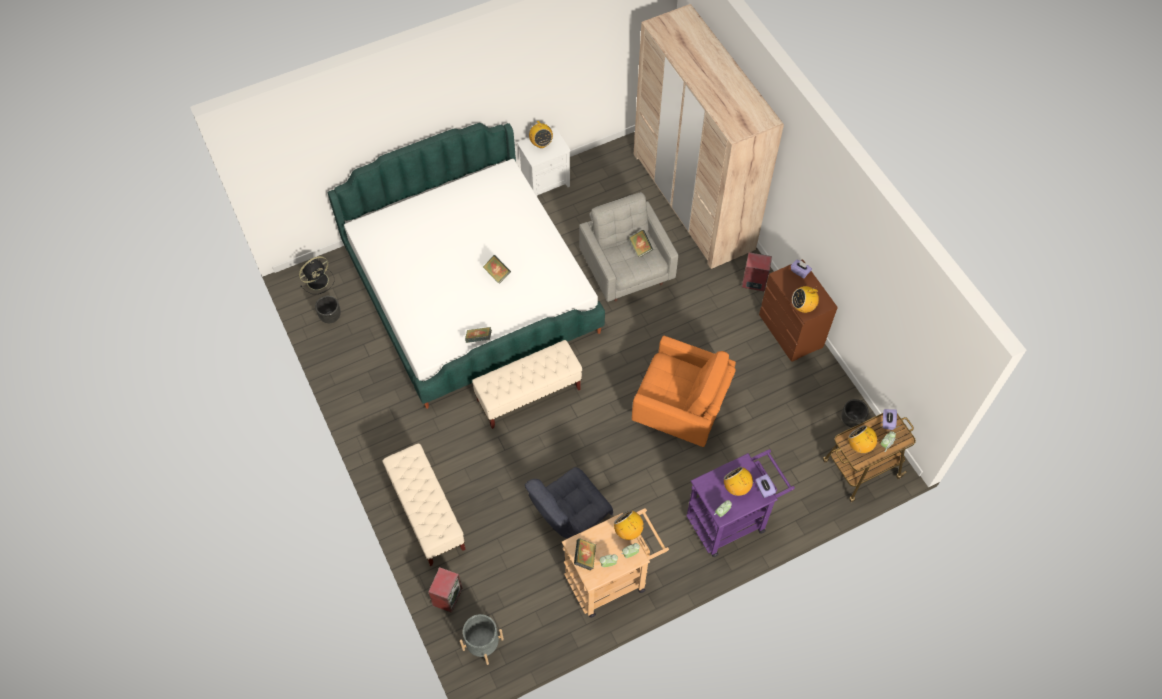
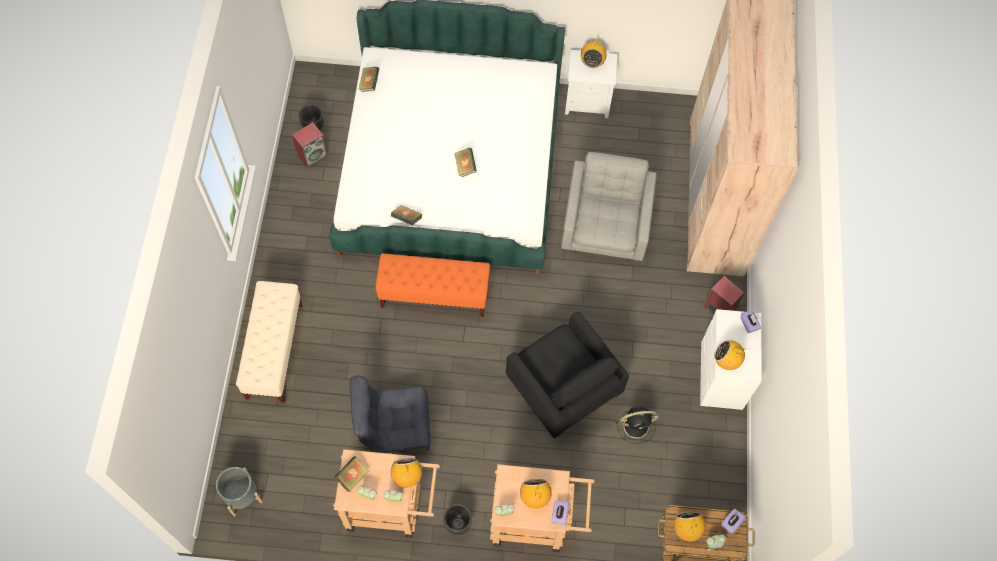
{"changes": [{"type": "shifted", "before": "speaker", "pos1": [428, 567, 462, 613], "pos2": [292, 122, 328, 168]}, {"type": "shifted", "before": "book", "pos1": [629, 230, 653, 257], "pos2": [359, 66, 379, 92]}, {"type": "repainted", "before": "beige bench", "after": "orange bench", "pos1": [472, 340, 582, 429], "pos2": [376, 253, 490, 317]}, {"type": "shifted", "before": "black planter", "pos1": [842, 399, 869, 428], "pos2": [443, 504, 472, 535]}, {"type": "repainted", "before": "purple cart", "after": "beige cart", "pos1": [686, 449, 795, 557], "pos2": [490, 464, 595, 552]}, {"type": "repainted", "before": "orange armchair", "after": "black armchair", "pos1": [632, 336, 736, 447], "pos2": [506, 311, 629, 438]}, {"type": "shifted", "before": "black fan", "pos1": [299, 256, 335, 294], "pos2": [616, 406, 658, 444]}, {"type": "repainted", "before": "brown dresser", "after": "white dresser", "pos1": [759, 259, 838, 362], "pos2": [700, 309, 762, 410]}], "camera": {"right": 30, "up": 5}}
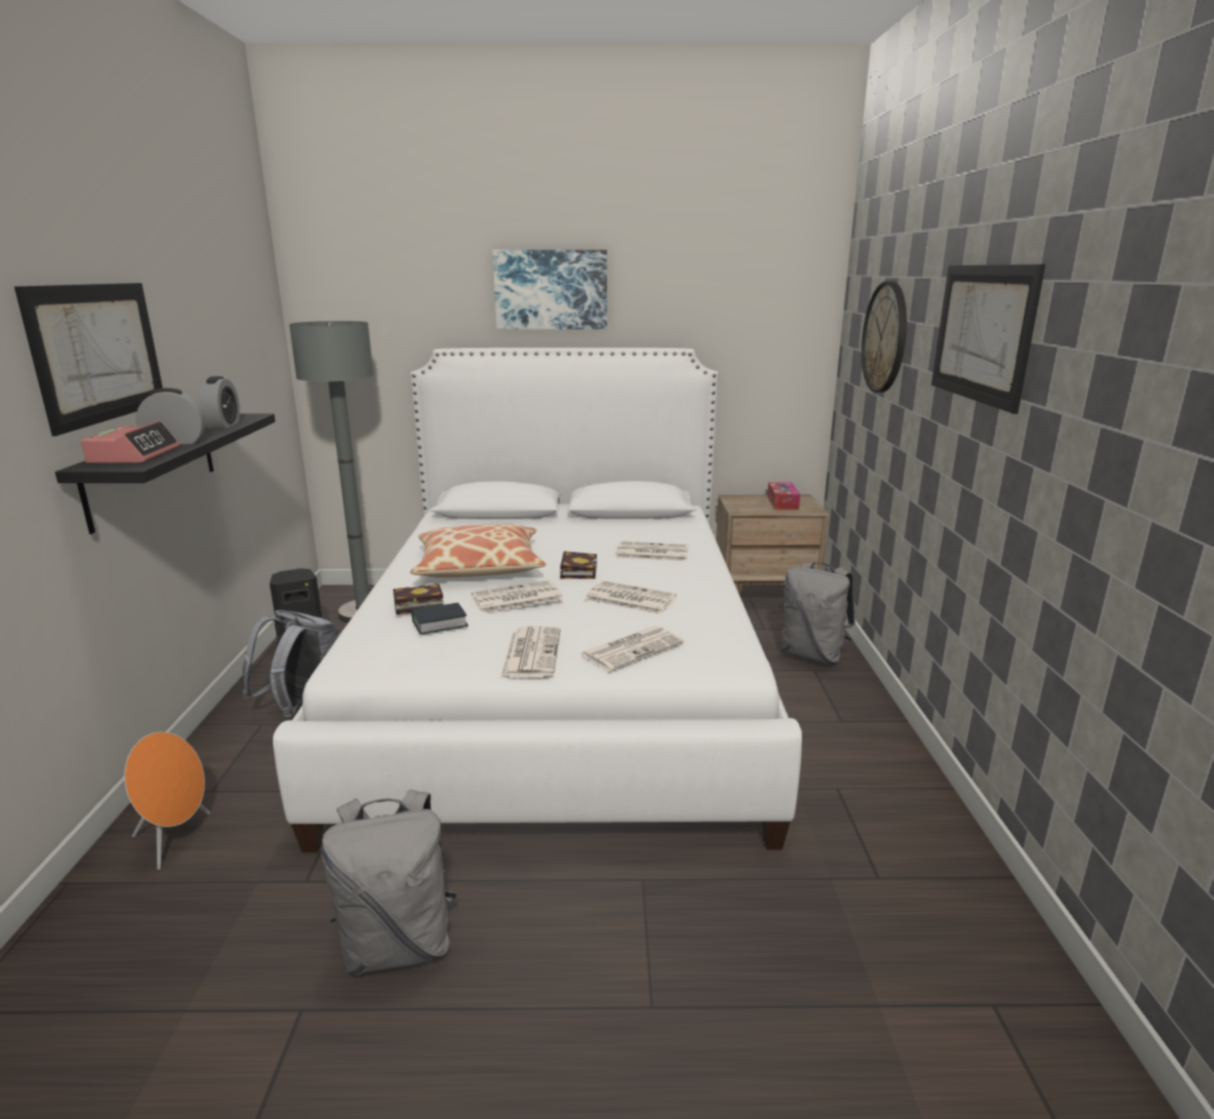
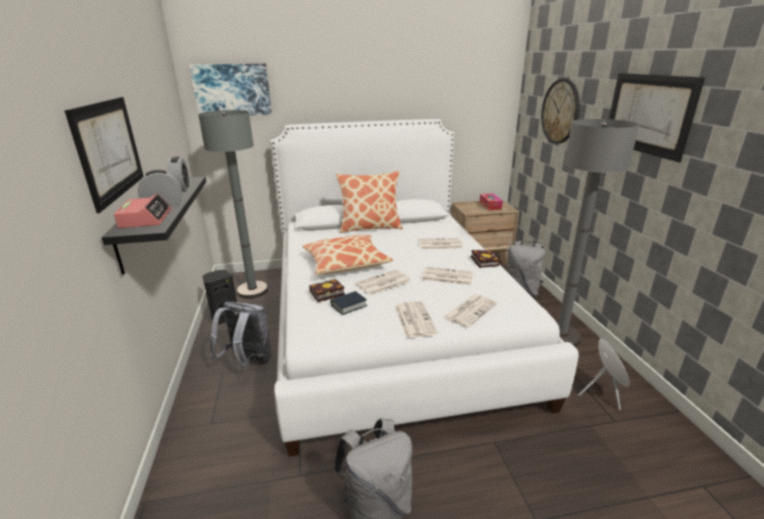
{"changes": [{"type": "shifted", "before": "picture", "pos1": [493, 250, 607, 329], "pos2": [189, 64, 272, 115]}, {"type": "new", "after": "pillow", "pos2": [336, 171, 403, 233]}, {"type": "shifted", "before": "book", "pos1": [560, 551, 597, 579], "pos2": [471, 250, 500, 268]}, {"type": "new", "after": "grey floor lamp", "pos2": [557, 119, 639, 347]}, {"type": "shifted", "before": "orange speaker", "pos1": [124, 732, 210, 870], "pos2": [578, 338, 630, 410]}], "camera": {"right": -10, "up": 5}}
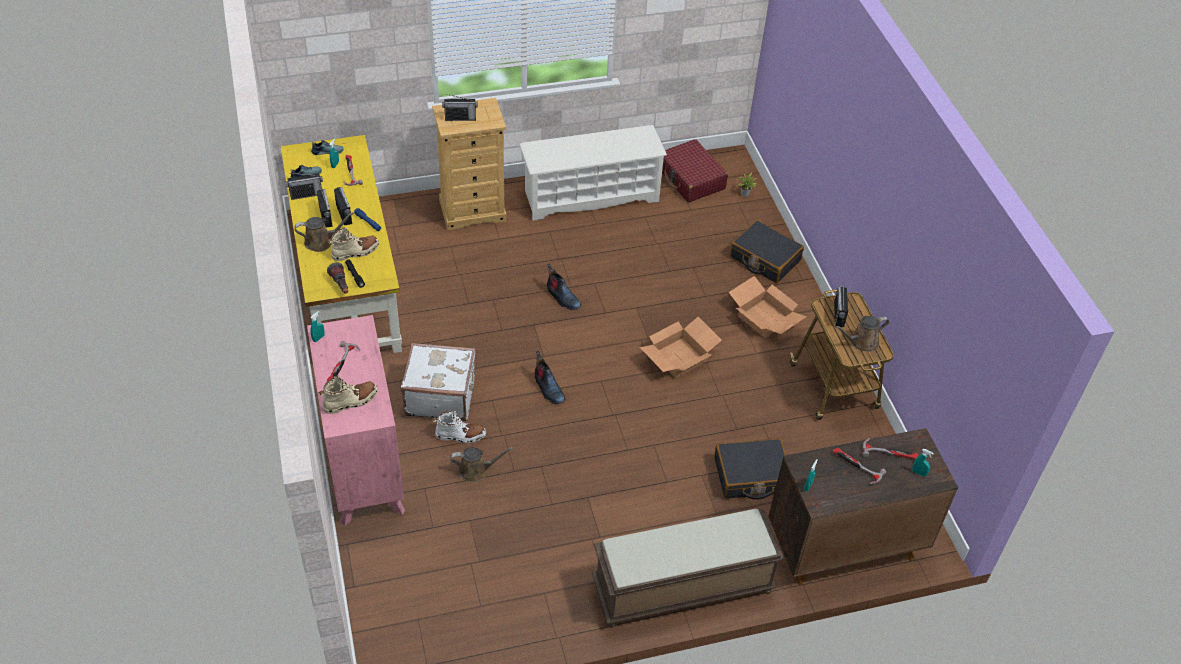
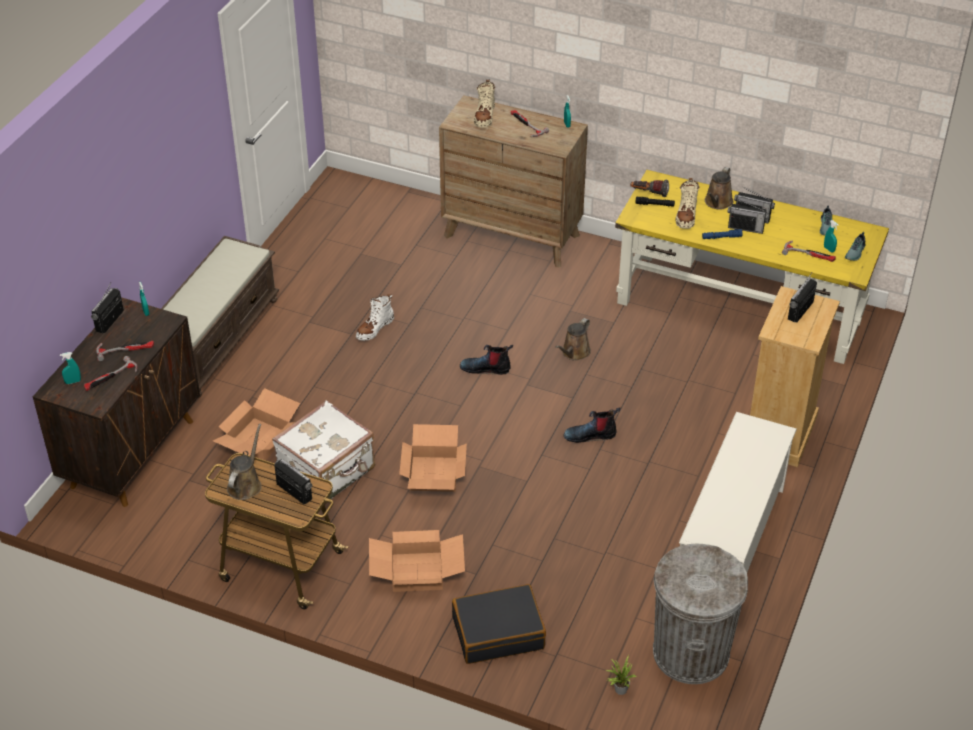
{"changes": [{"type": "shifted", "before": "radio", "pos1": [286, 173, 323, 200], "pos2": [91, 282, 124, 333]}, {"type": "swapped", "before": "black suitcase", "after": "cardboard box", "pos1": [714, 438, 786, 500], "pos2": [213, 388, 300, 460]}, {"type": "shifted", "before": "white suitcase", "pos1": [401, 343, 476, 421], "pos2": [272, 400, 375, 505]}, {"type": "shifted", "before": "white boot", "pos1": [433, 410, 486, 443], "pos2": [356, 294, 394, 341]}, {"type": "repainted", "before": "pink dresser", "after": "brown dresser", "pos1": [307, 315, 405, 526], "pos2": [439, 95, 588, 267]}, {"type": "shifted", "before": "brown watering can", "pos1": [450, 447, 513, 483], "pos2": [555, 318, 591, 361]}, {"type": "swapped", "before": "red suitcase", "after": "grey trash can", "pos1": [662, 139, 728, 202], "pos2": [653, 544, 748, 684]}], "camera": {"right": 130, "up": -5}}
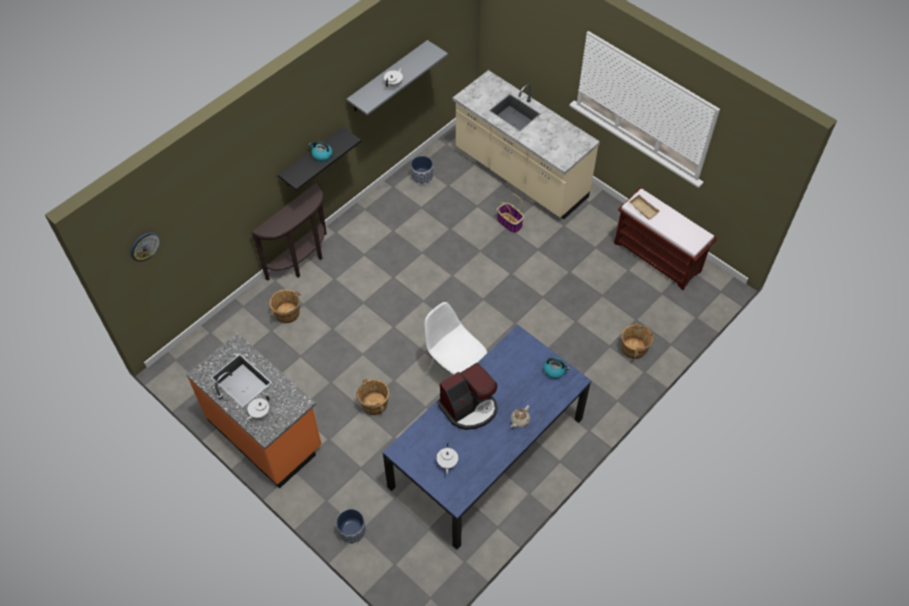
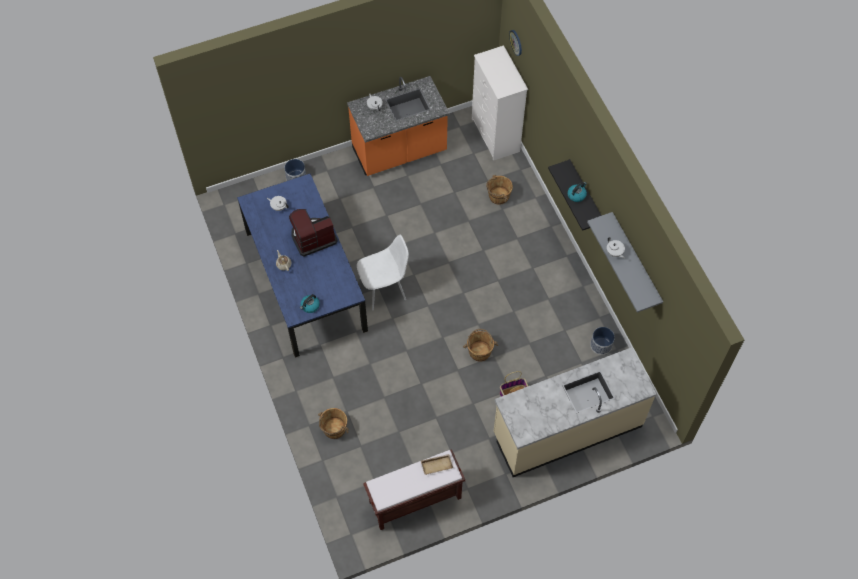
{"changes": [{"type": "rotated", "before": "coffee machine", "pos1": [438, 363, 498, 430], "pos2": [289, 209, 338, 257], "turn": 75}, {"type": "shifted", "before": "brown bucket", "pos1": [356, 379, 389, 415], "pos2": [463, 329, 498, 361]}, {"type": "new", "after": "white dresser", "pos2": [472, 45, 528, 161]}, {"type": "gone", "before": "brown console table", "pos1": [251, 182, 327, 281]}], "camera": {"right": 115, "up": 5}}
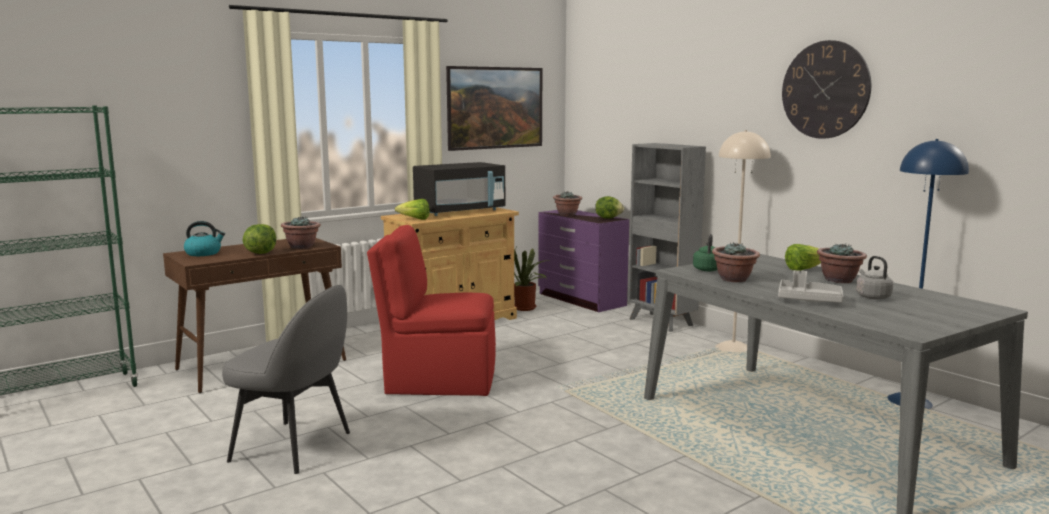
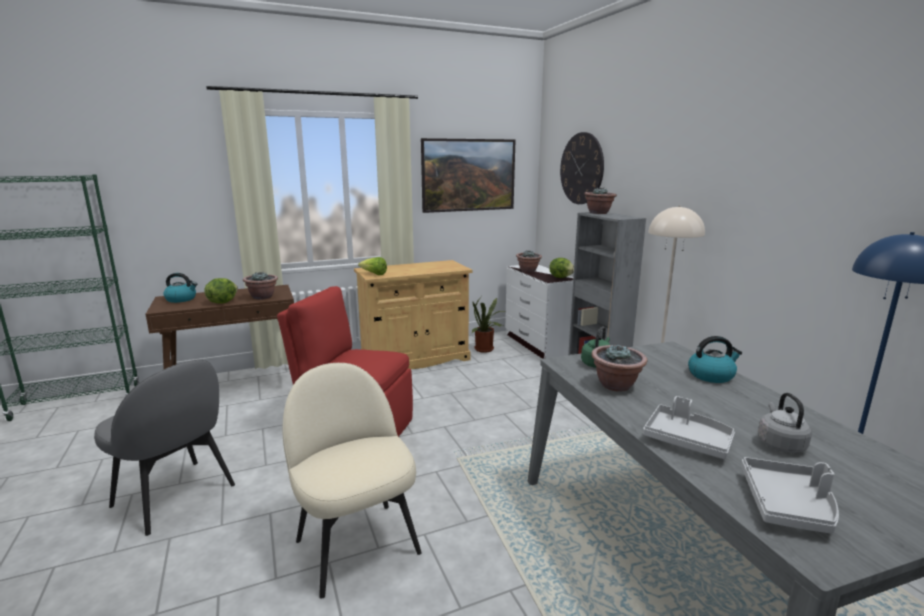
{"changes": [{"type": "new", "after": "beige chair", "pos2": [282, 363, 422, 599]}, {"type": "repainted", "before": "purple dresser", "after": "white dresser", "pos1": [538, 210, 629, 312], "pos2": [505, 265, 573, 359]}, {"type": "shifted", "before": "wall clock", "pos1": [782, 40, 871, 139], "pos2": [560, 132, 604, 204]}, {"type": "shifted", "before": "potted plant", "pos1": [817, 243, 867, 283], "pos2": [584, 187, 617, 214]}, {"type": "swapped", "before": "lettuce", "after": "kettle", "pos1": [785, 244, 821, 271], "pos2": [688, 336, 742, 383]}, {"type": "new", "after": "grey tray", "pos2": [741, 457, 839, 534]}, {"type": "gone", "before": "black microwave", "pos1": [413, 162, 505, 216]}], "camera": {"right": 15, "up": 5}}
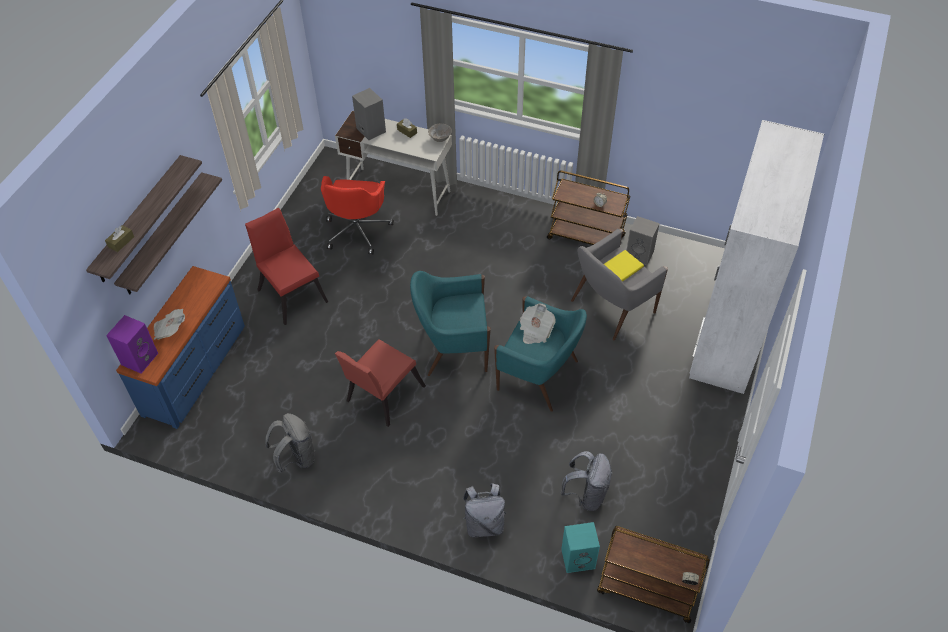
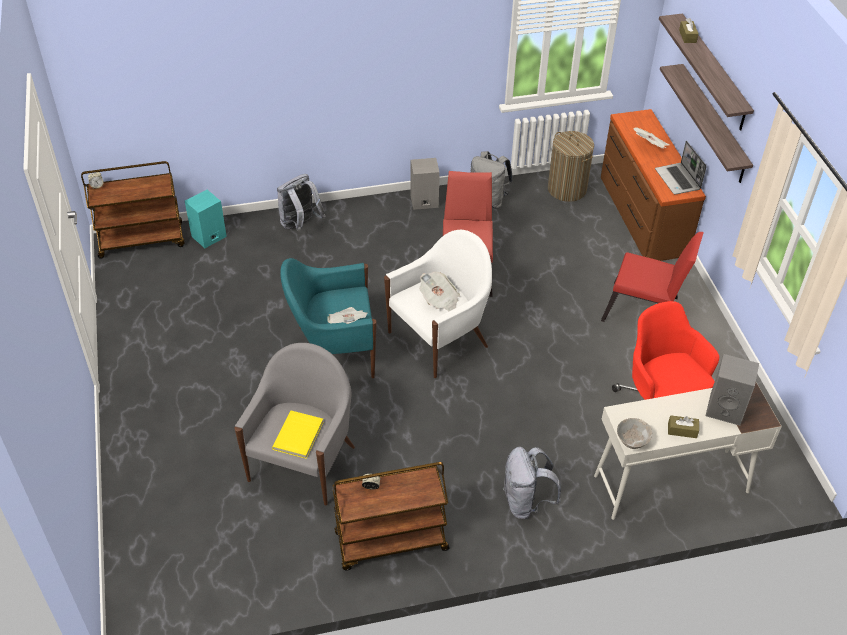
{"changes": [{"type": "repainted", "before": "turquoise armchair", "after": "white armchair", "pos1": [410, 271, 491, 376], "pos2": [384, 230, 492, 378]}, {"type": "shifted", "before": "grey speaker", "pos1": [626, 216, 660, 265], "pos2": [410, 158, 440, 210]}, {"type": "new", "after": "newspaper", "pos2": [419, 272, 460, 311]}, {"type": "shifted", "before": "grey backpack", "pos1": [560, 451, 613, 511], "pos2": [503, 447, 561, 519]}, {"type": "new", "after": "laundry basket", "pos2": [548, 131, 594, 202]}, {"type": "repainted", "before": "blue dresser", "after": "brown dresser", "pos1": [116, 266, 245, 429], "pos2": [601, 109, 706, 261]}, {"type": "new", "after": "laptop", "pos2": [655, 141, 707, 195]}, {"type": "gone", "before": "purple speaker", "pos1": [106, 315, 158, 374]}, {"type": "gone", "before": "white wardrobe", "pos1": [689, 120, 824, 394]}], "camera": {"right": 145, "up": -5}}
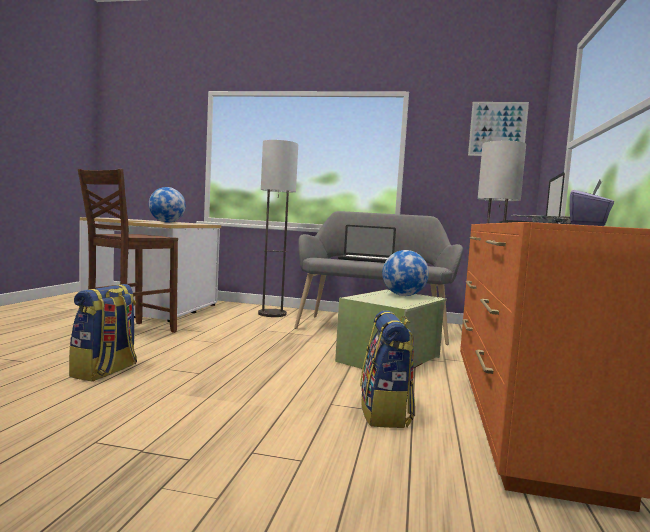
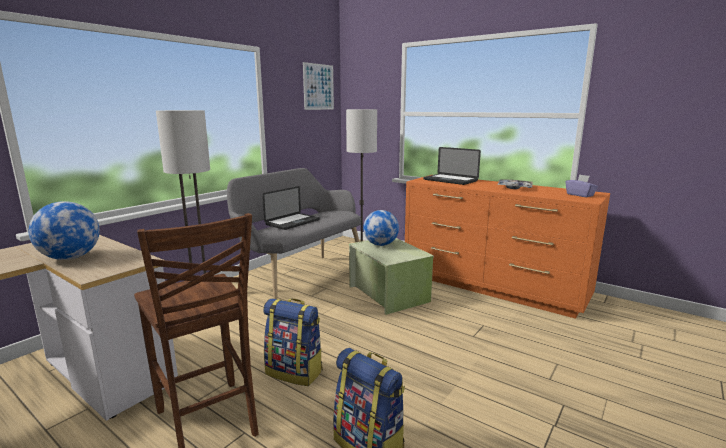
{"changes": [{"type": "shifted", "before": "backpack", "pos1": [360, 311, 415, 428], "pos2": [263, 298, 323, 386]}], "camera": {"right": -65, "up": 10}}
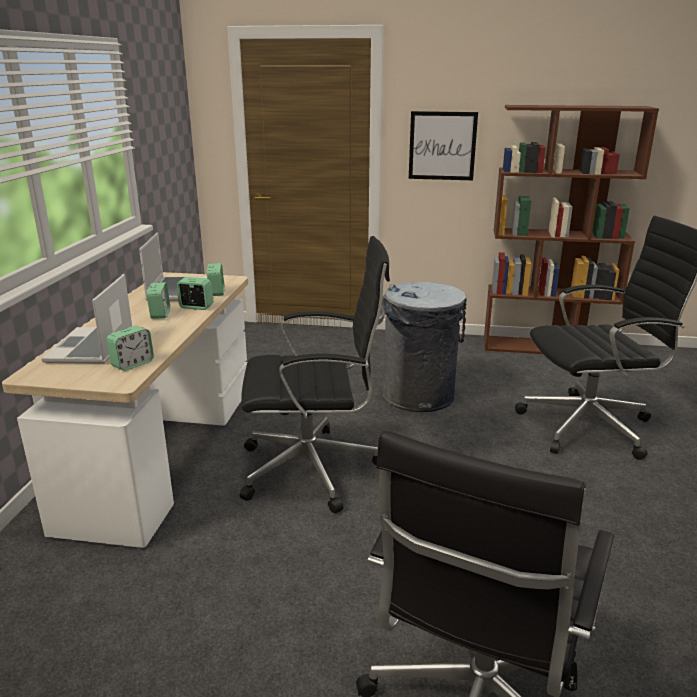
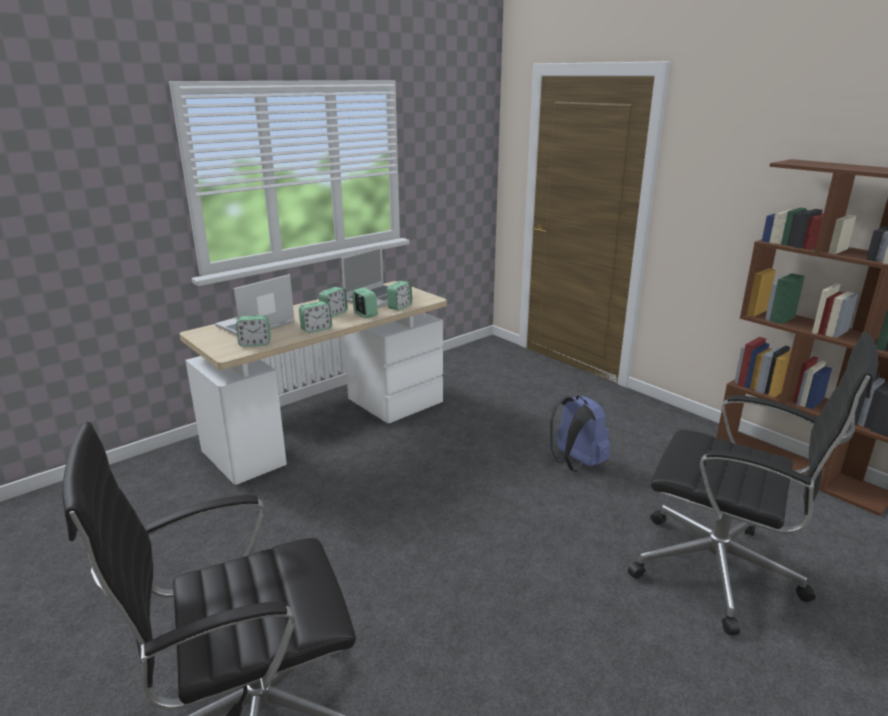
{"changes": [{"type": "new", "after": "alarm clock", "pos2": [299, 301, 332, 333]}, {"type": "swapped", "before": "grey trash can", "after": "blue backpack", "pos1": [382, 282, 467, 412], "pos2": [550, 396, 610, 472]}, {"type": "gone", "before": "black office chair", "pos1": [240, 236, 390, 513]}, {"type": "gone", "before": "picture", "pos1": [409, 111, 478, 180]}], "camera": {"right": 40, "up": 0}}
